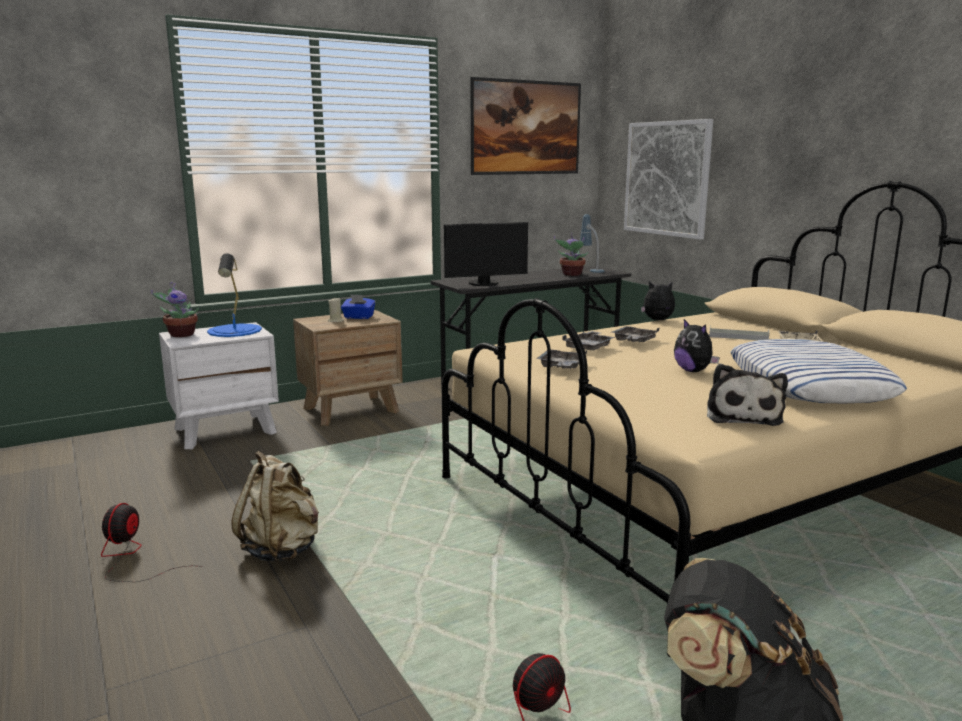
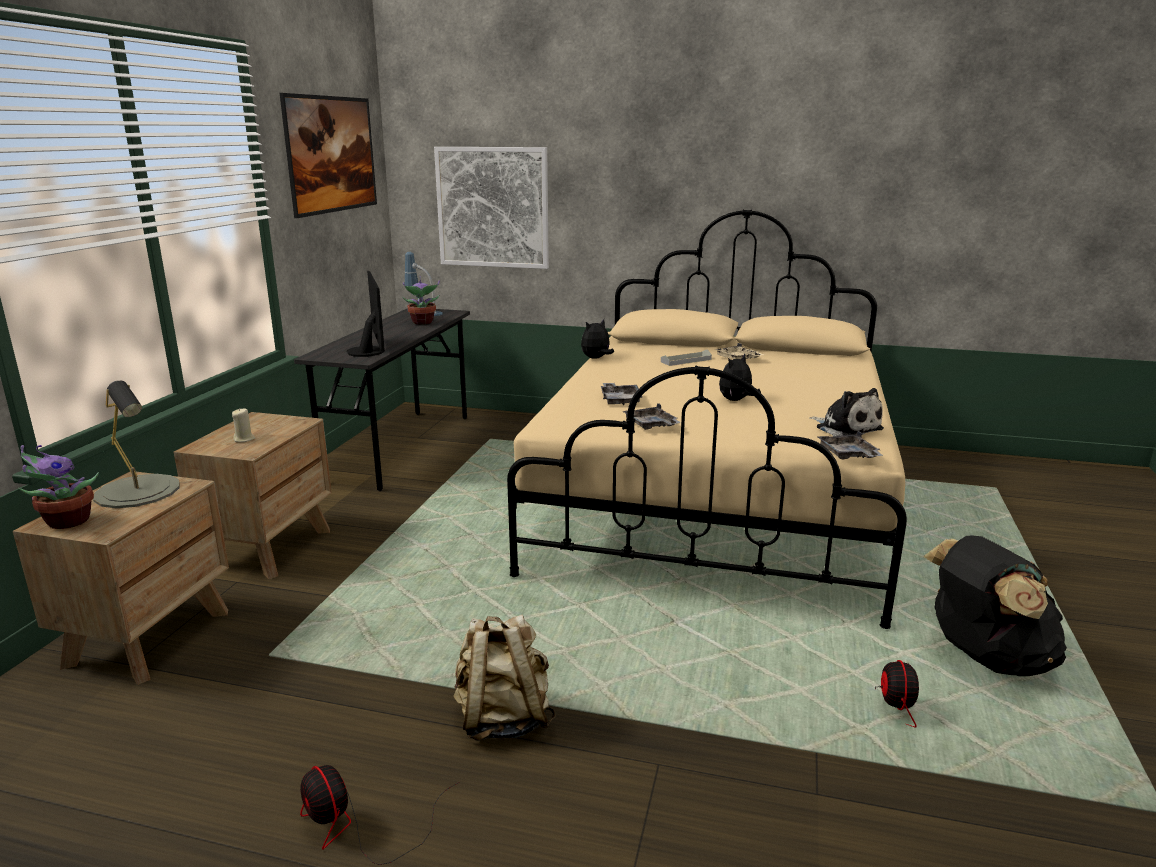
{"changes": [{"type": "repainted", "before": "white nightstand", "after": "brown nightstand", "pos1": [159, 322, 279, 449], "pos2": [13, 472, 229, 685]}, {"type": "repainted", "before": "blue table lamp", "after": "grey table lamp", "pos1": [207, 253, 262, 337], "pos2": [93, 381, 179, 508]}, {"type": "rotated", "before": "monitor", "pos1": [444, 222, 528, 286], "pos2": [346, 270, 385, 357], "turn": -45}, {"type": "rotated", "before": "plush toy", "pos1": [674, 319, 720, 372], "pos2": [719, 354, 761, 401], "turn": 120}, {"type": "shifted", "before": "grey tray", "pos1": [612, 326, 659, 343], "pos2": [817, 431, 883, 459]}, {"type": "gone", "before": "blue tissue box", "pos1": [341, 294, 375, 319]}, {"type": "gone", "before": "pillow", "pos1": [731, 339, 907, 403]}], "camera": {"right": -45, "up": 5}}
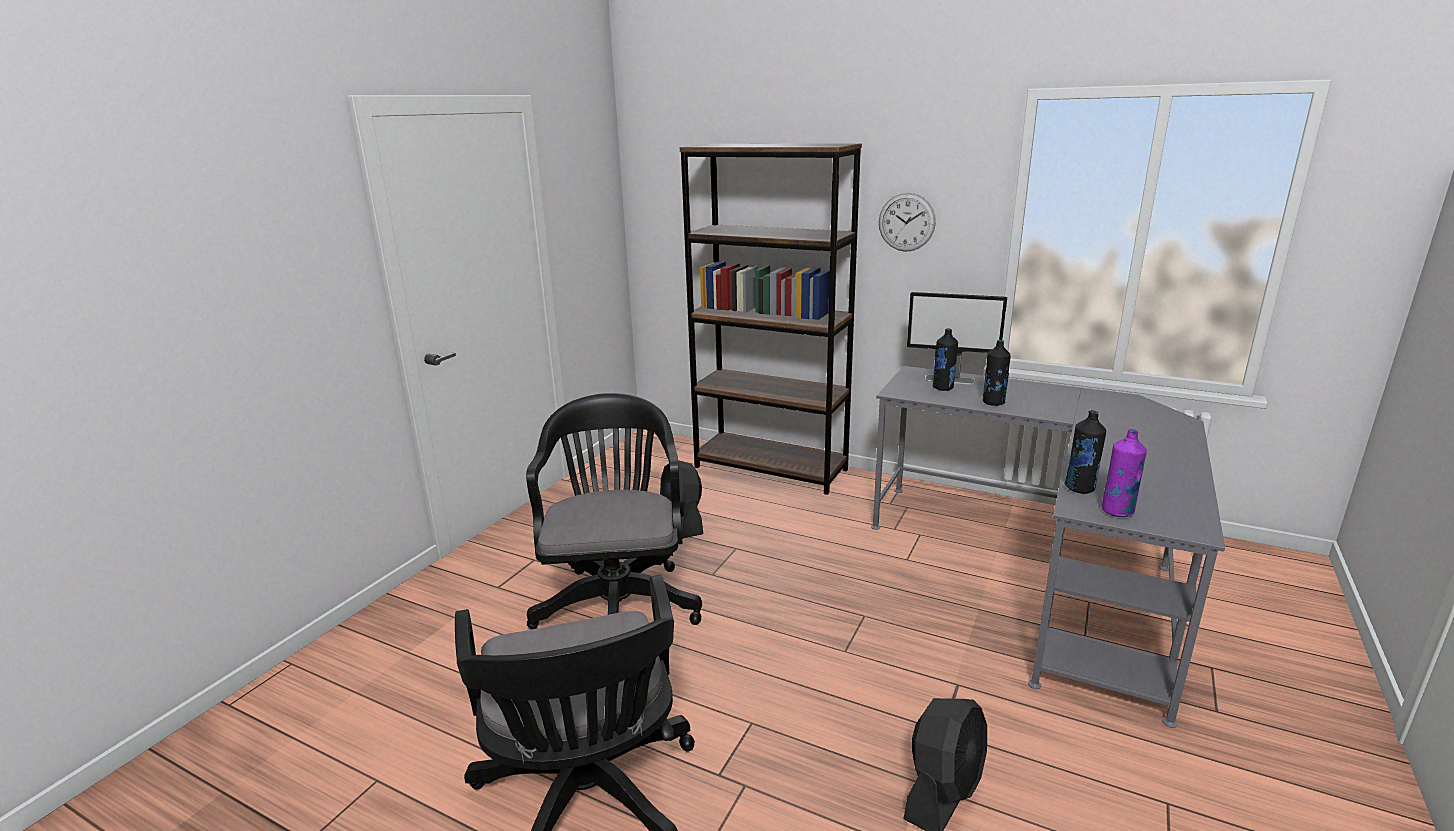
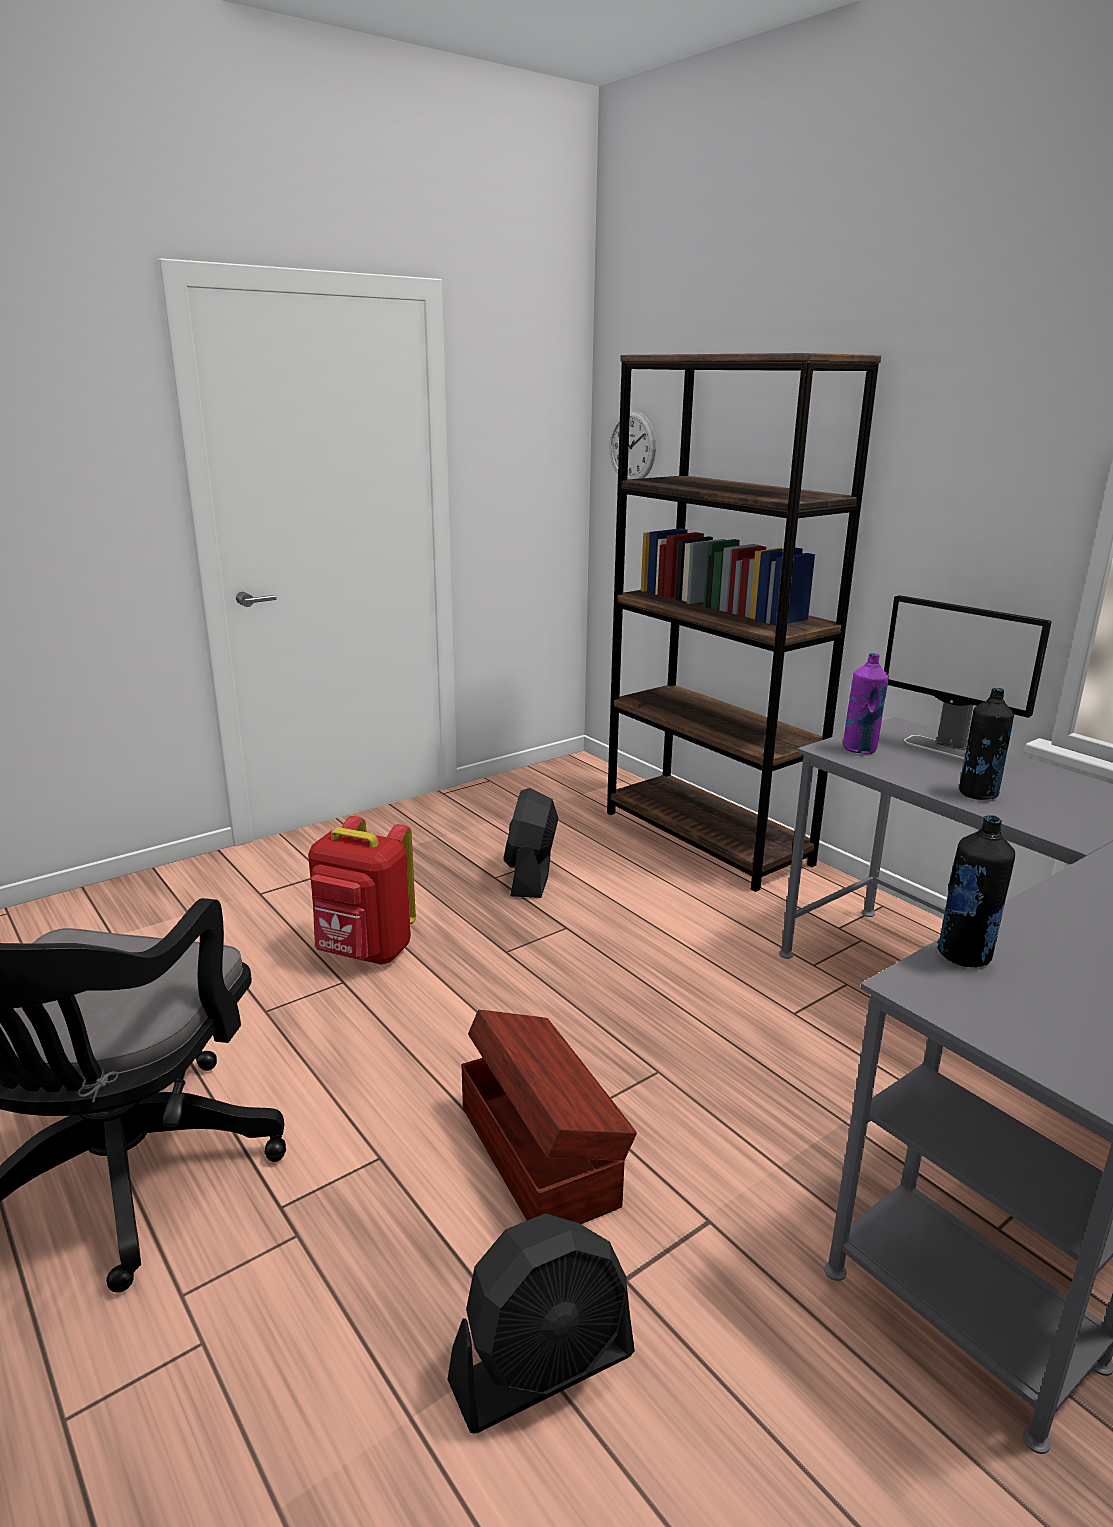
{"changes": [{"type": "swapped", "before": "black office chair", "after": "red backpack", "pos1": [526, 393, 702, 630], "pos2": [308, 816, 416, 965]}, {"type": "new", "after": "brown storage box", "pos2": [461, 1010, 637, 1224]}, {"type": "shifted", "before": "wall clock", "pos1": [879, 193, 936, 252], "pos2": [609, 410, 656, 479]}, {"type": "shifted", "before": "purple bottle", "pos1": [1102, 429, 1147, 517], "pos2": [843, 653, 889, 754]}, {"type": "gone", "before": "black bottle", "pos1": [932, 328, 958, 391]}], "camera": {"right": 25, "up": 0}}
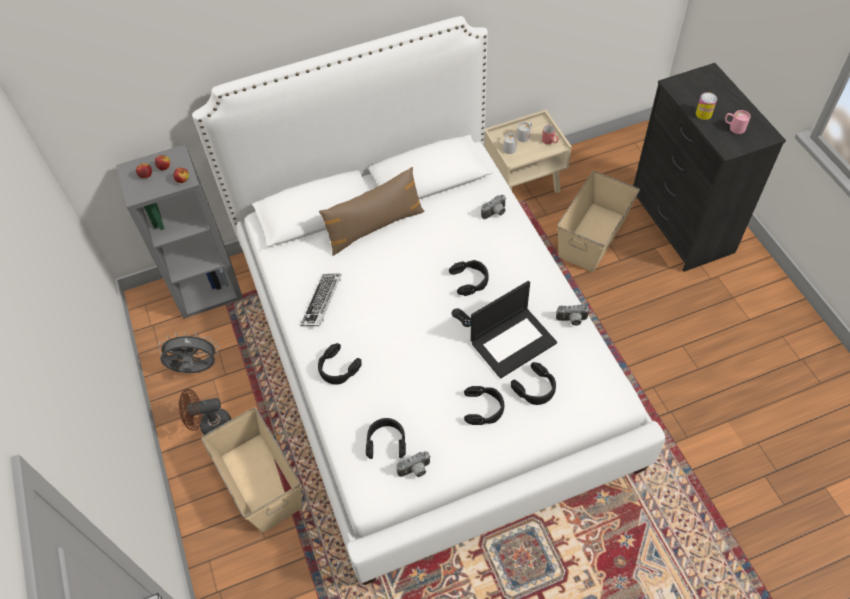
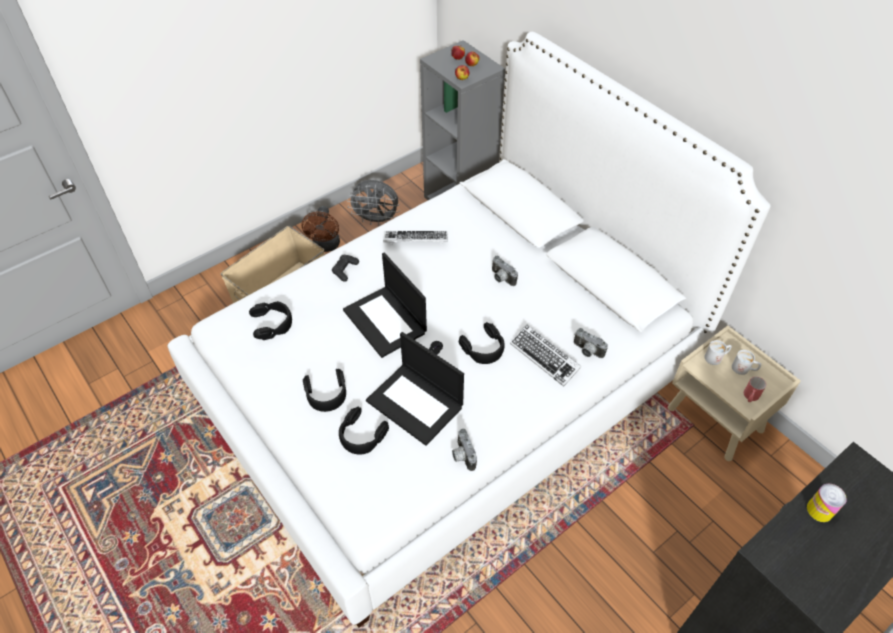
{"changes": [{"type": "rotated", "before": "brown fan", "pos1": [179, 389, 231, 435], "pos2": [302, 206, 340, 252], "turn": -150}, {"type": "swapped", "before": "black headphones", "after": "black game controller", "pos1": [318, 343, 362, 384], "pos2": [332, 255, 359, 282]}, {"type": "new", "after": "laptop", "pos2": [343, 253, 427, 358]}, {"type": "rotated", "before": "grey fan", "pos1": [158, 332, 219, 373], "pos2": [347, 180, 400, 226], "turn": 120}, {"type": "shifted", "before": "photo camera", "pos1": [396, 451, 431, 477], "pos2": [492, 255, 518, 286]}, {"type": "new", "after": "keyboard", "pos2": [510, 324, 581, 387]}, {"type": "gone", "before": "brown pillow", "pos1": [319, 167, 425, 256]}, {"type": "gone", "before": "beige storage box", "pos1": [557, 171, 640, 272]}, {"type": "gone", "before": "pink mug", "pos1": [725, 110, 751, 134]}], "camera": {"right": 70, "up": -5}}
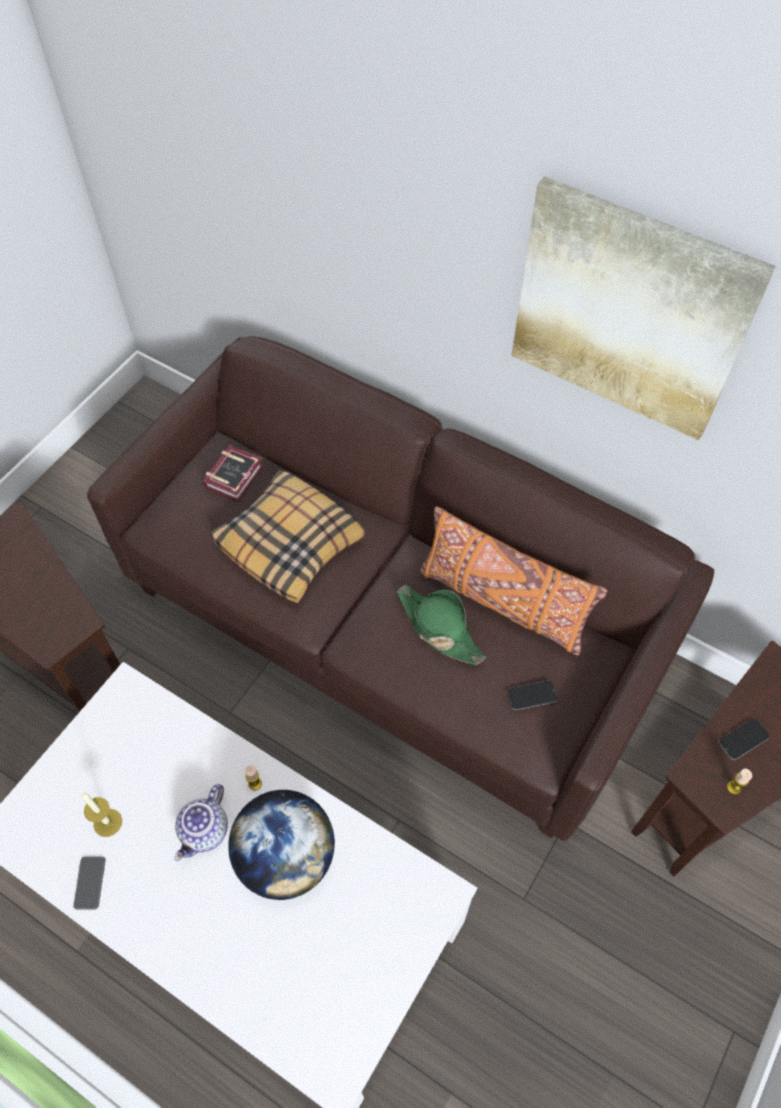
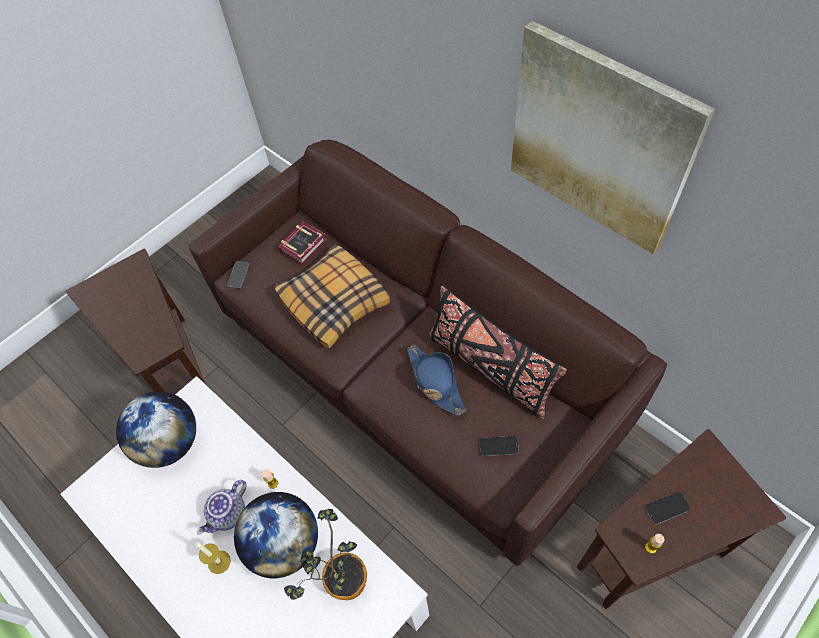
{"changes": [{"type": "new", "after": "globe", "pos2": [116, 391, 196, 468]}, {"type": "shifted", "before": "candle", "pos1": [82, 793, 122, 837], "pos2": [195, 542, 231, 574]}, {"type": "shifted", "before": "phone", "pos1": [73, 856, 105, 910], "pos2": [227, 261, 250, 289]}, {"type": "new", "after": "potted plant", "pos2": [284, 509, 367, 600]}, {"type": "repainted", "before": "green hat", "after": "blue hat", "pos1": [397, 585, 486, 665], "pos2": [407, 344, 466, 415]}, {"type": "repainted", "before": "orange pillow", "after": "black pillow", "pos1": [420, 506, 607, 656], "pos2": [430, 286, 567, 419]}], "camera": {"right": 15, "up": 0}}
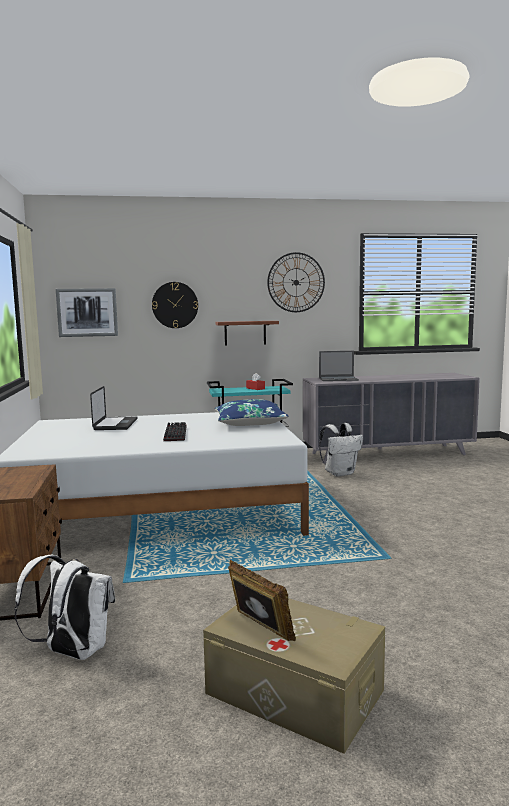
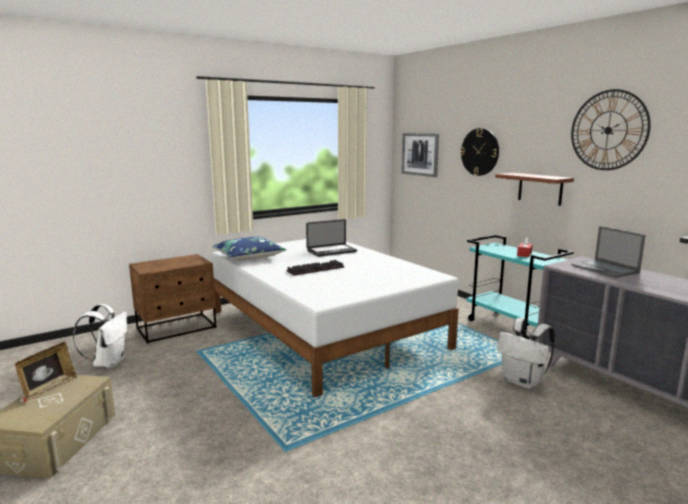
{"changes": [{"type": "shifted", "before": "blue pillow", "pos1": [215, 399, 288, 426], "pos2": [212, 237, 287, 261]}], "camera": {"right": 65, "up": 5}}
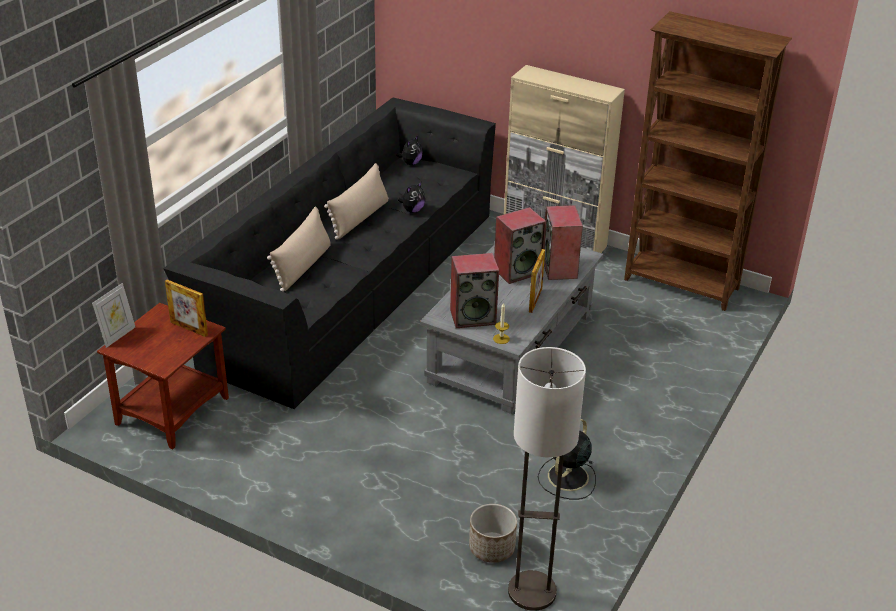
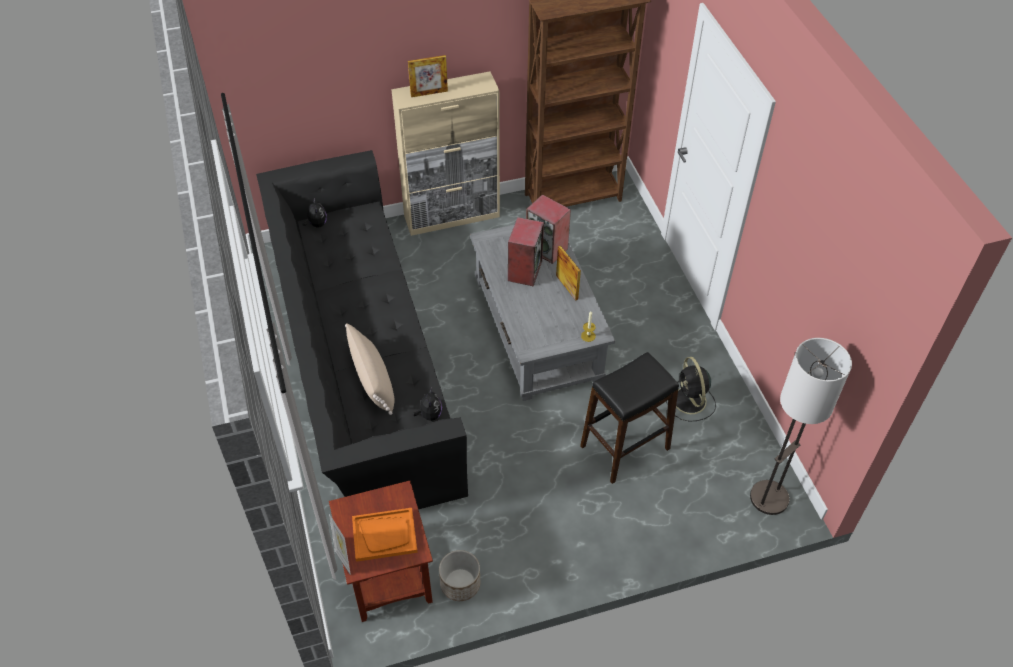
{"changes": [{"type": "new", "after": "orange tray", "pos2": [352, 508, 418, 562]}, {"type": "shifted", "before": "picture frame", "pos1": [165, 280, 208, 337], "pos2": [408, 55, 448, 97]}, {"type": "shifted", "before": "plush toy", "pos1": [398, 182, 425, 213], "pos2": [413, 389, 442, 421]}, {"type": "shifted", "before": "planter", "pos1": [469, 504, 517, 563], "pos2": [439, 550, 480, 601]}, {"type": "new", "after": "black stool", "pos2": [580, 352, 679, 484]}, {"type": "gone", "before": "beige pillow", "pos1": [324, 163, 389, 240]}, {"type": "gone", "before": "speaker", "pos1": [450, 253, 499, 328]}], "camera": {"right": -45, "up": 15}}
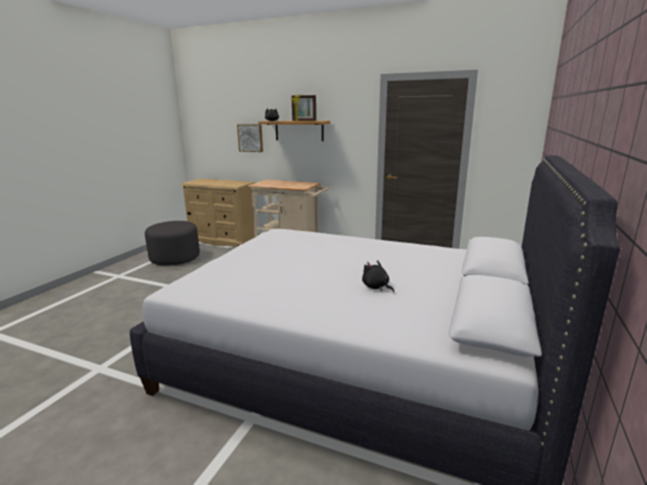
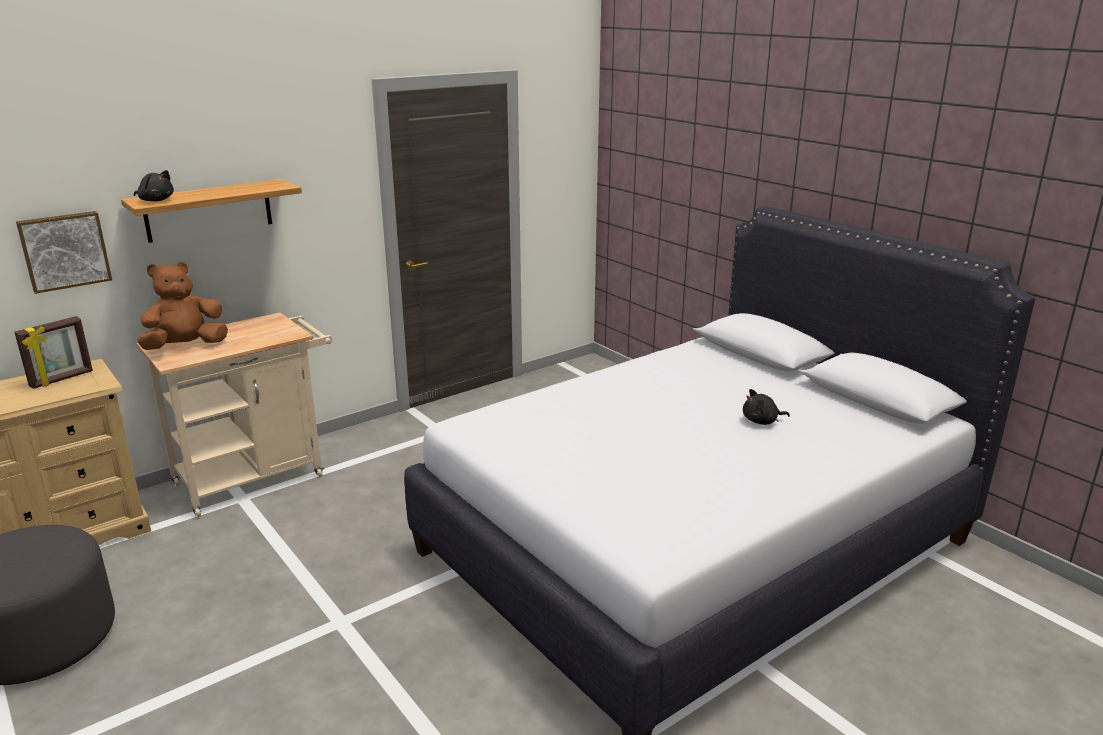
{"changes": [{"type": "shifted", "before": "picture frame", "pos1": [291, 94, 316, 121], "pos2": [14, 316, 93, 389]}, {"type": "new", "after": "brown plush toy", "pos2": [137, 262, 228, 350]}], "camera": {"right": -60, "up": 5}}
